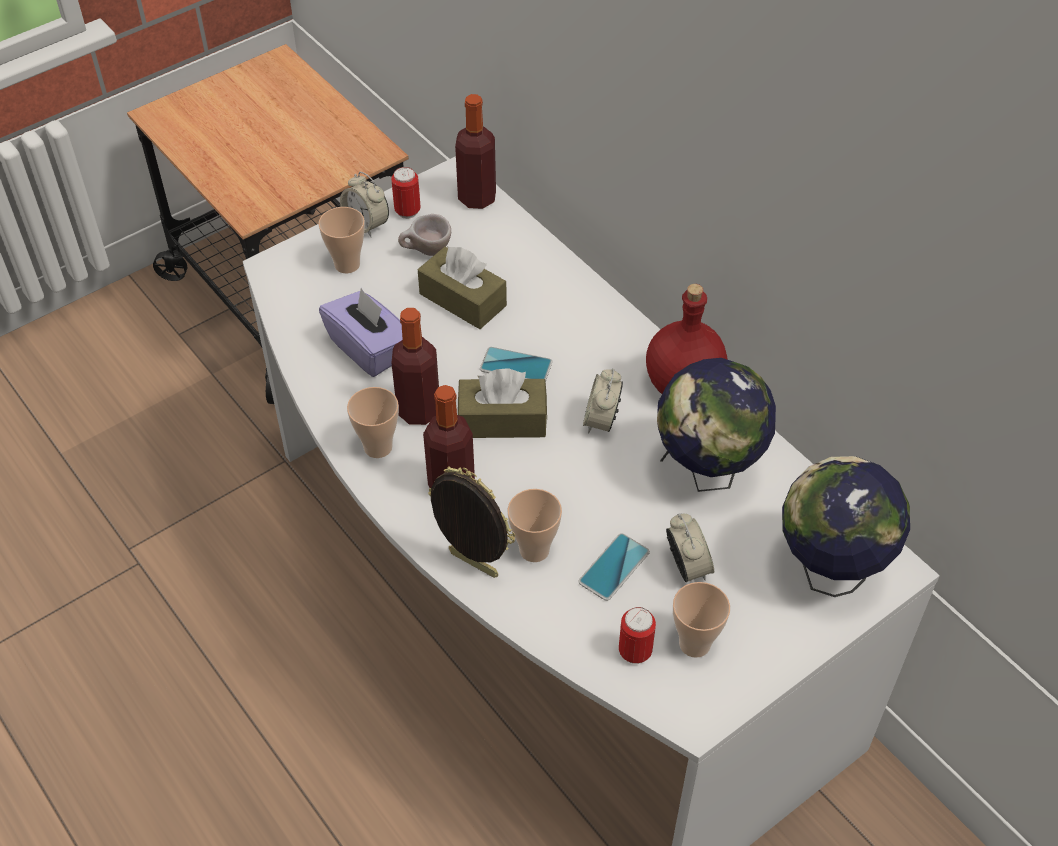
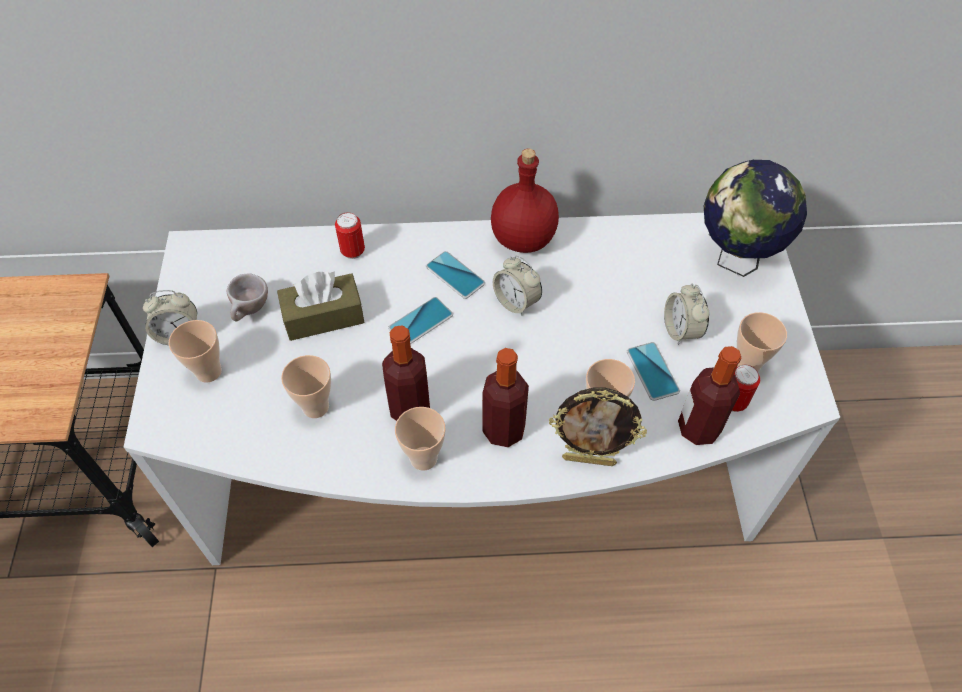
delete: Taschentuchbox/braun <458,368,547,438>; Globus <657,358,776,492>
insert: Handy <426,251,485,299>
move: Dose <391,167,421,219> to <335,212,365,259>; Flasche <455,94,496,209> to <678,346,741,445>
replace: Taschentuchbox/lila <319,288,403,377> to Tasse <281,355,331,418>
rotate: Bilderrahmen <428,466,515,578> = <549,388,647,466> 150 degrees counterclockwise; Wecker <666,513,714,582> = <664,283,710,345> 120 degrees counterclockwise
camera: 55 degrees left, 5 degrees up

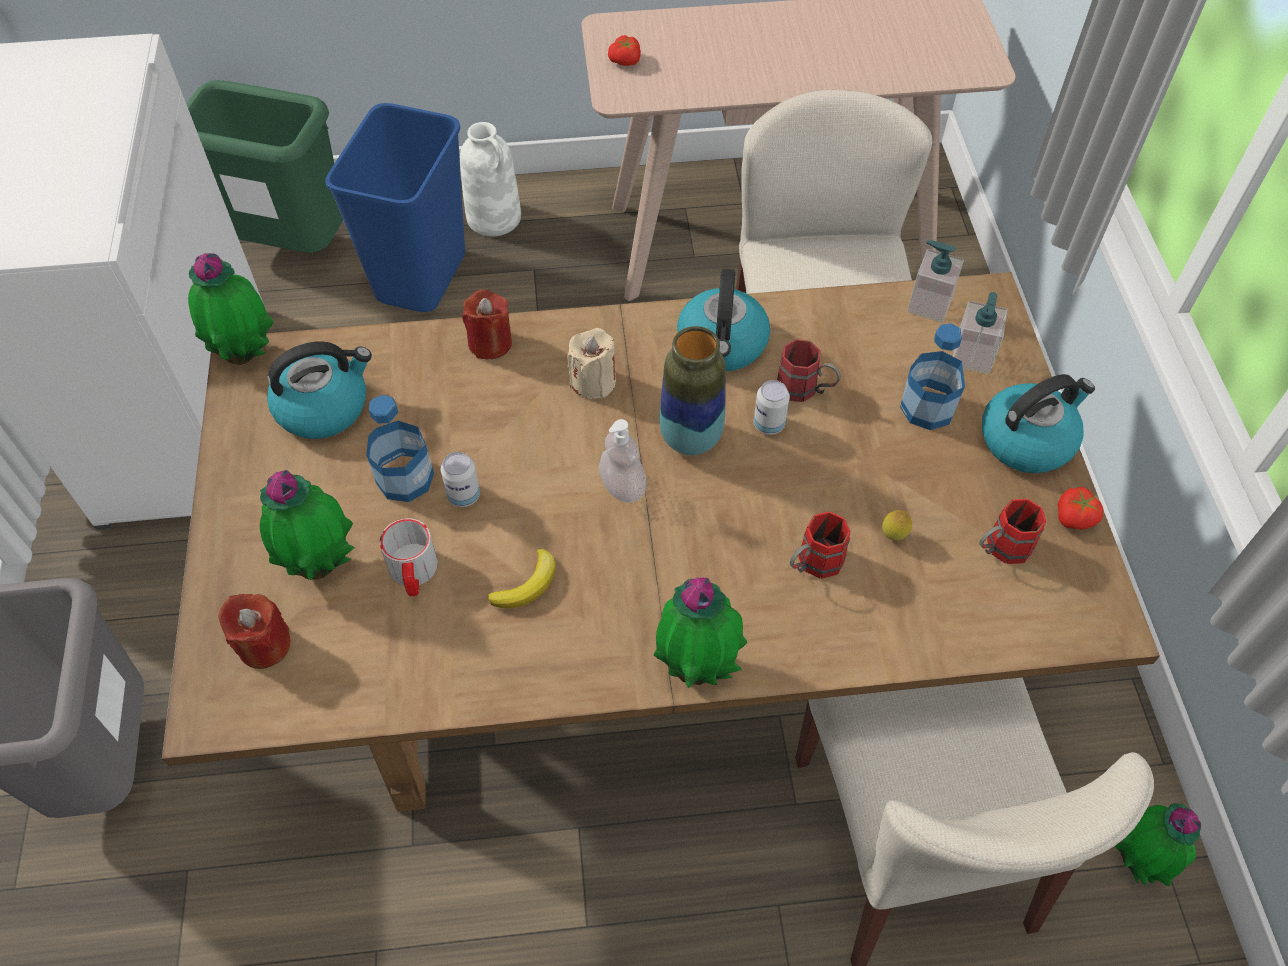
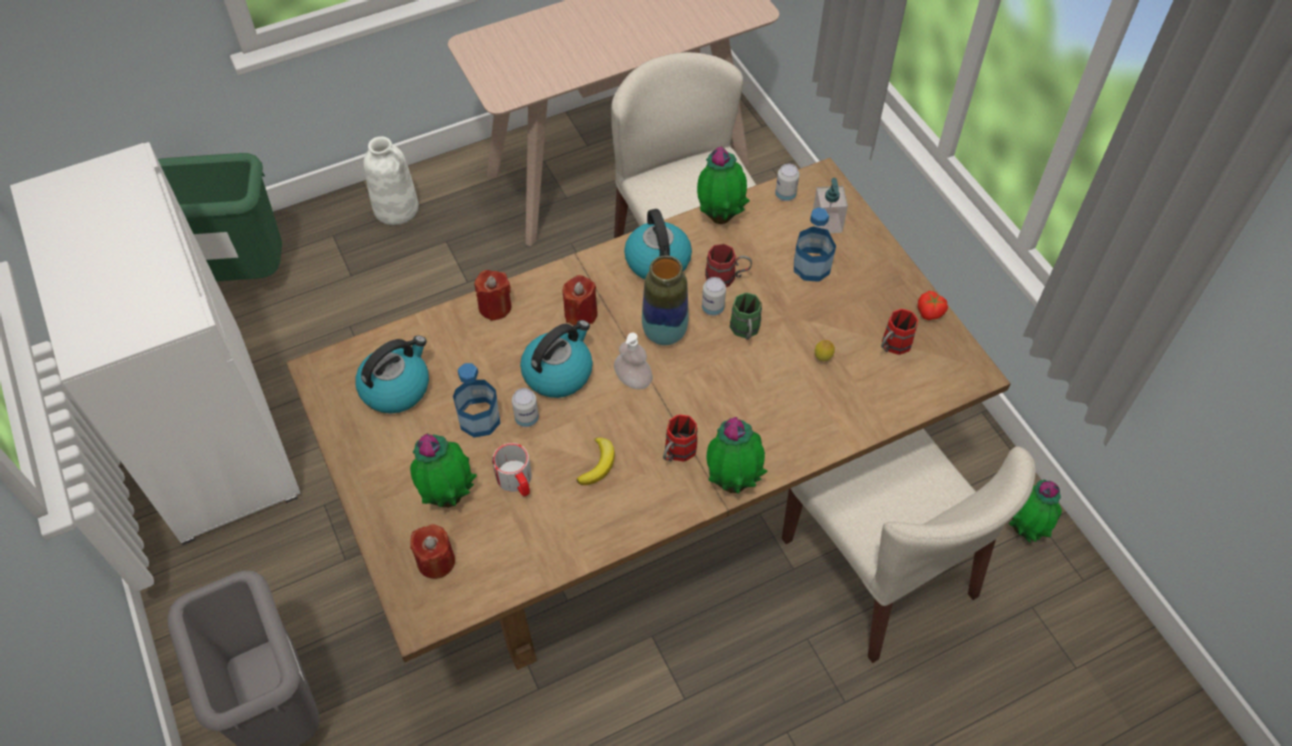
delete: Mülleimer/blau <325,103,465,312>; Tomate <608,35,641,66>
insert: Henkelbecher/grün <730,292,762,340>
move: Topfpflanze <188,253,274,365> to <697,146,750,224>; Henkelbecher/rot <790,512,850,579> to <663,414,698,462>; Wasserkessel <982,374,1095,473> to <520,320,593,398>
replace: Seifenspender <907,240,964,323> to Dose <775,164,799,201>
recolor: Kerze/beige <568,328,616,399> to Kerze/rot <563,275,598,325>
camera: 20 degrees left, 0 degrees up

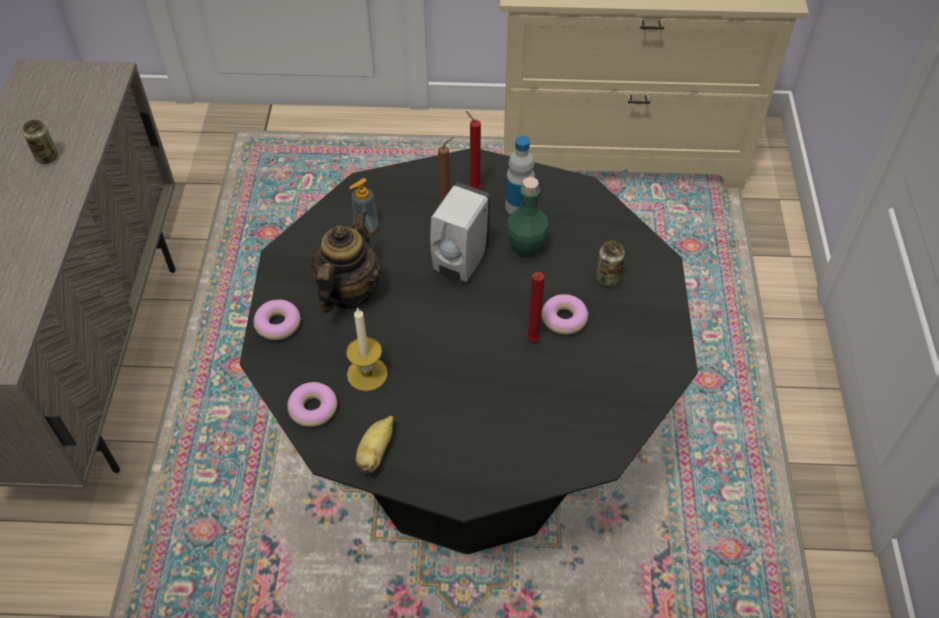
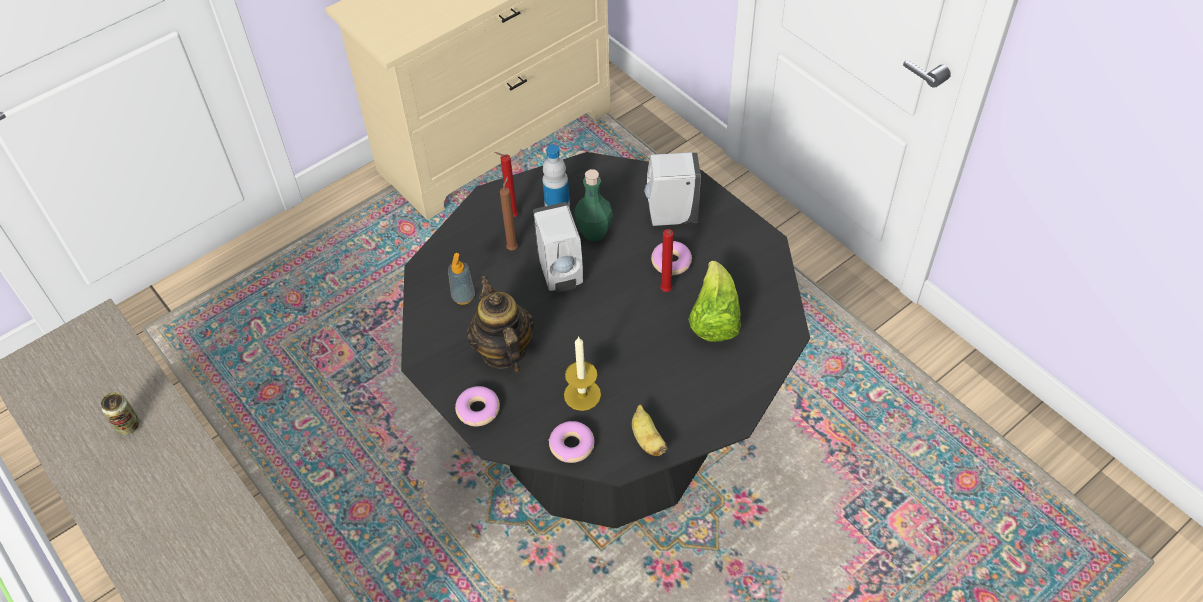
insert: Salatkopf <688,261,741,342>
replace: Dose <596,241,625,286> to Seifenspender/weiß <644,152,701,226>
camera: 40 degrees left, 0 degrees up

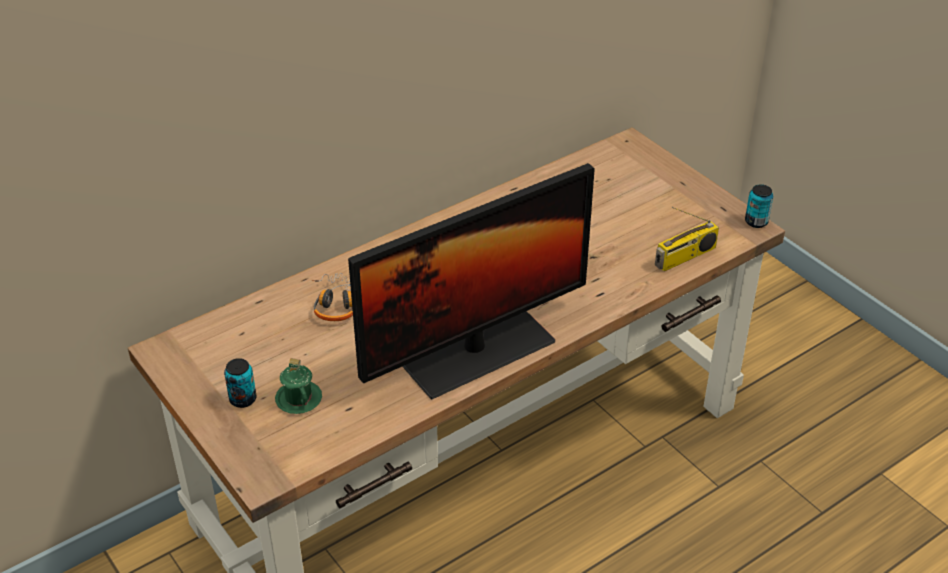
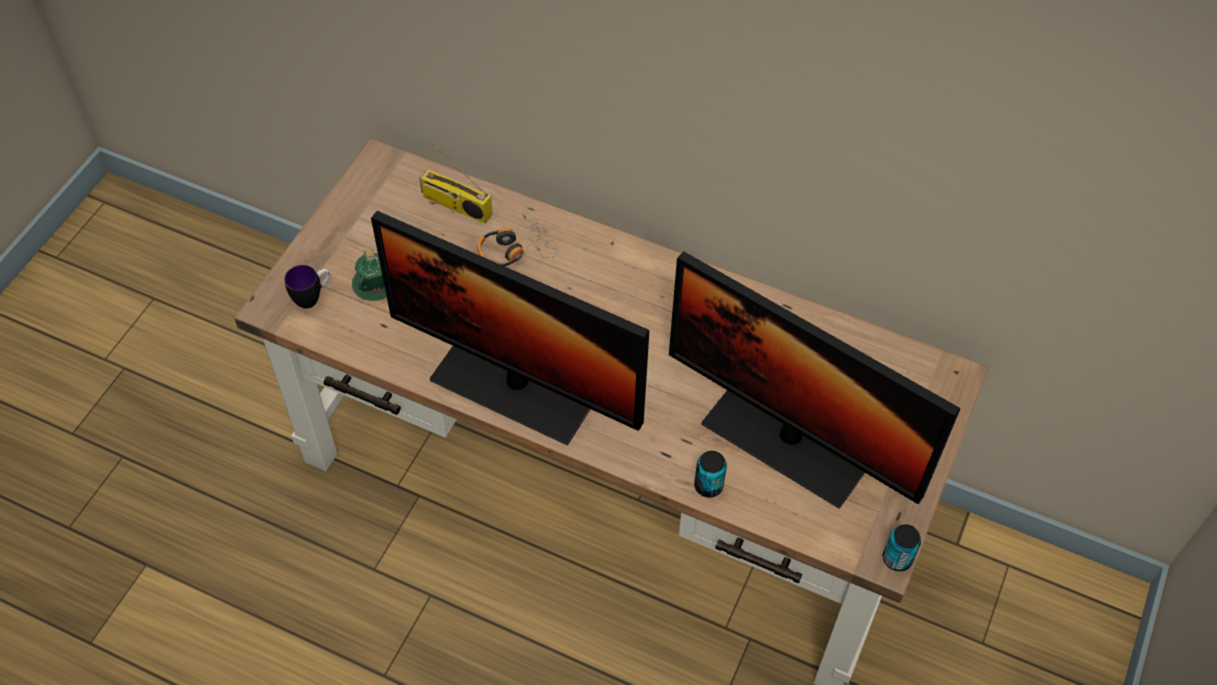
insert: Henkelbecher <284,265,331,309>; Monitor <669,251,960,509>
move: Dose <224,358,257,408> to <694,451,727,497>; Radio <655,207,719,271> to <419,144,493,224>
camera: 60 degrees right, 15 degrees up

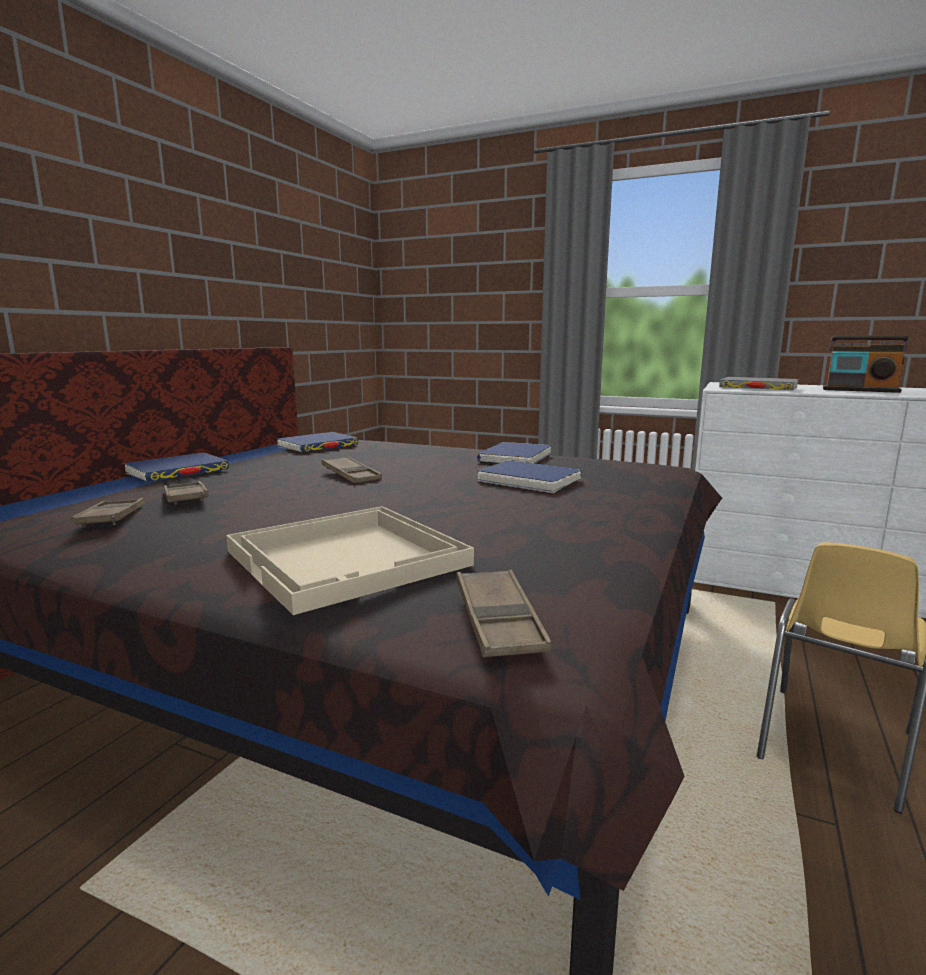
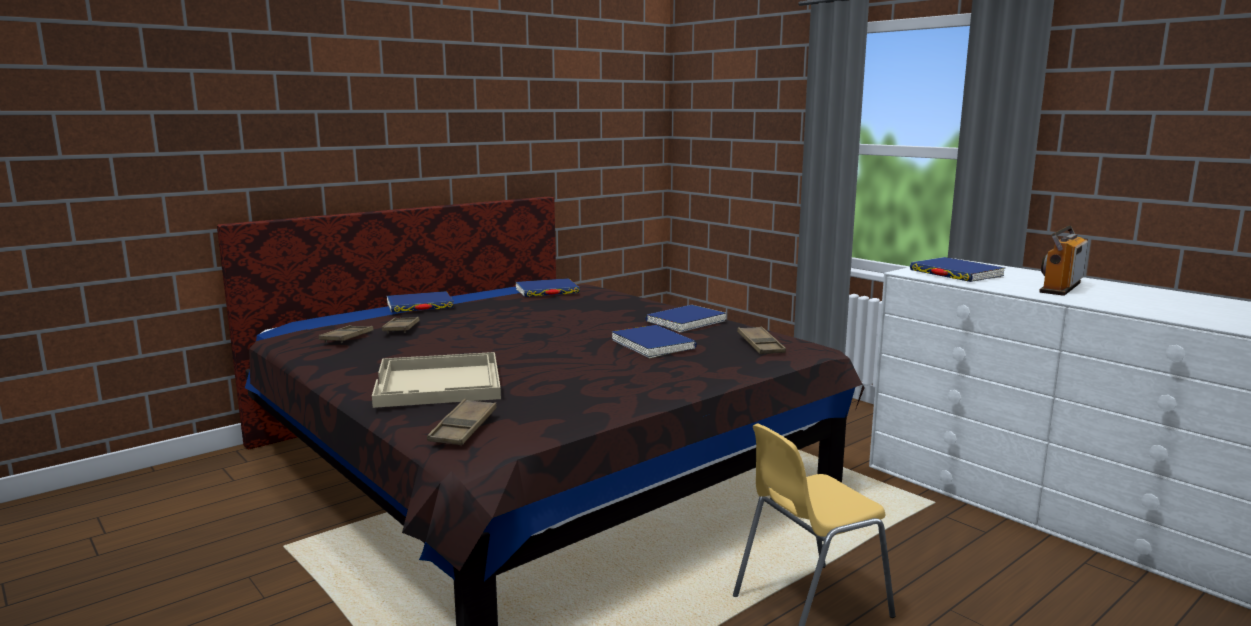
move: Tablett/braun <322,457,382,483> to <737,327,786,354>
recolor: Buch/grau <719,377,799,390> to Buch/blau <910,257,1005,282>
rotate: Radio <823,335,909,393> = <1039,225,1088,296> 75 degrees clockwise
camera: 25 degrees right, 0 degrees up

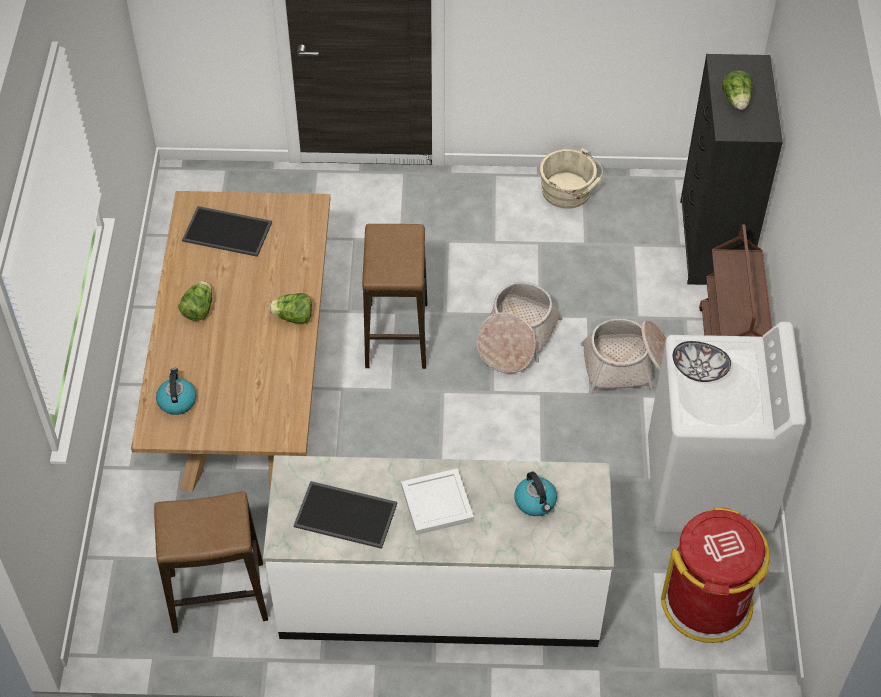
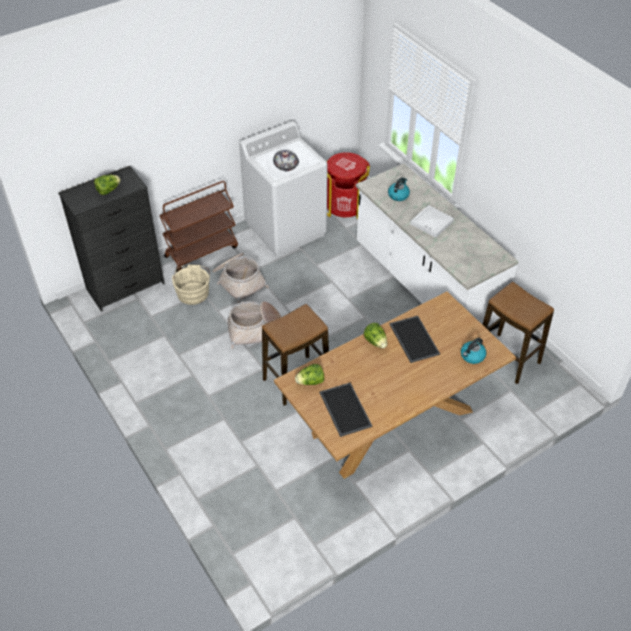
move: Salatkopf <178,281,212,321> to <295,364,324,385>; Tablett <293,481,397,549> to <389,316,440,363>; Eimer/beige <540,148,603,209> to <172,264,210,305>
camera: 125 degrees left, 5 degrees down

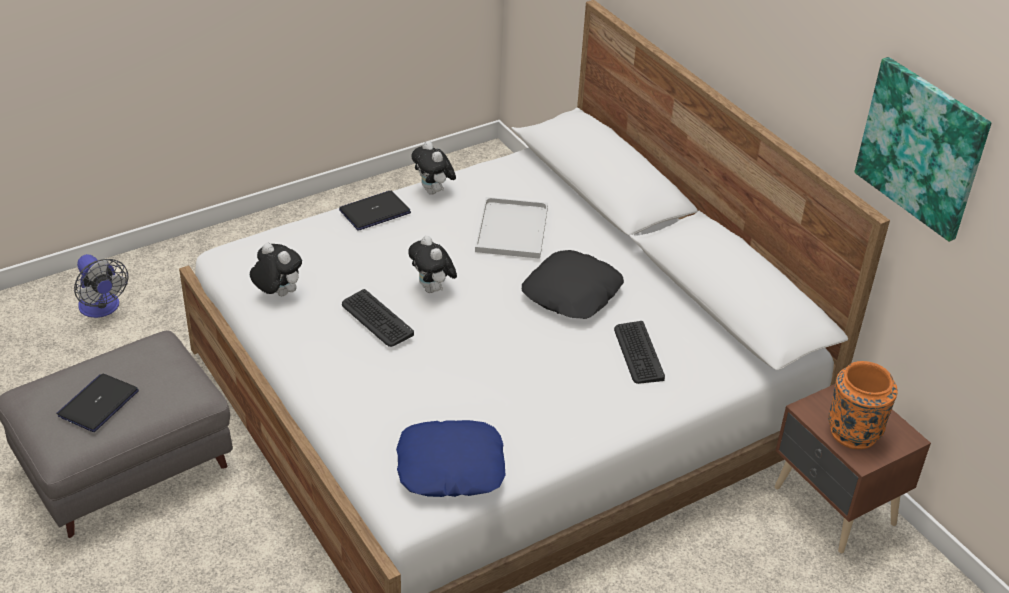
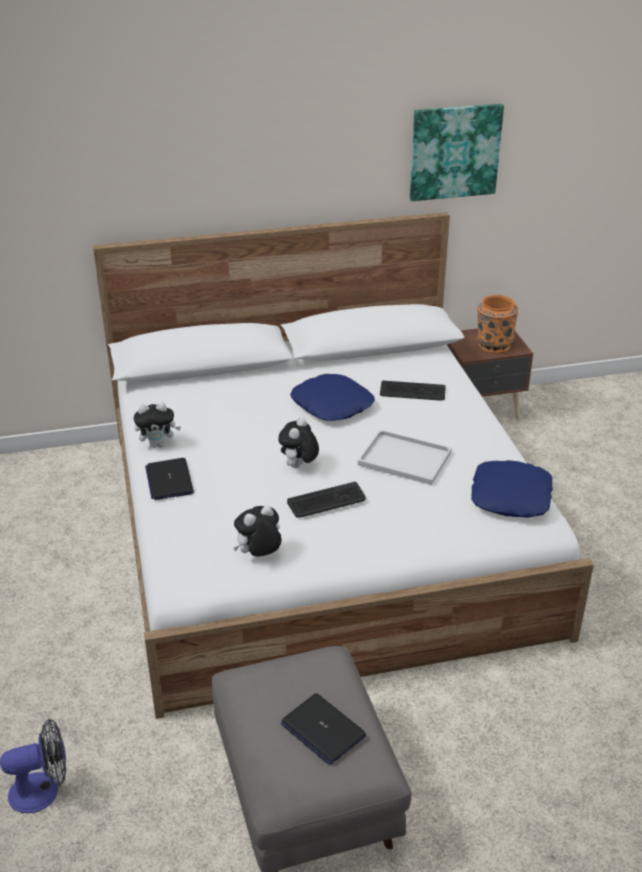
move: Tablett/weiß <475,197,548,259> to <358,430,452,485>
recolor: Kissen/schwarz <522,250,624,319> to Kissen/blau <290,374,375,421>
rotate: Plüschtier <408,236,457,293> = <278,417,319,468> 120 degrees clockwise
camera: 70 degrees left, 5 degrees down

